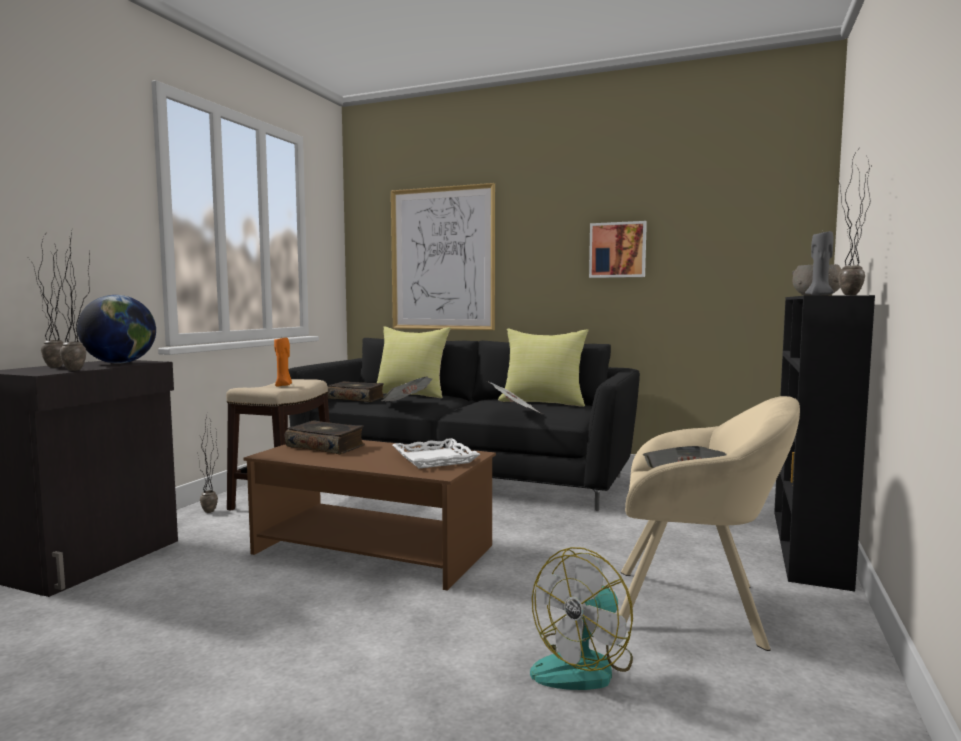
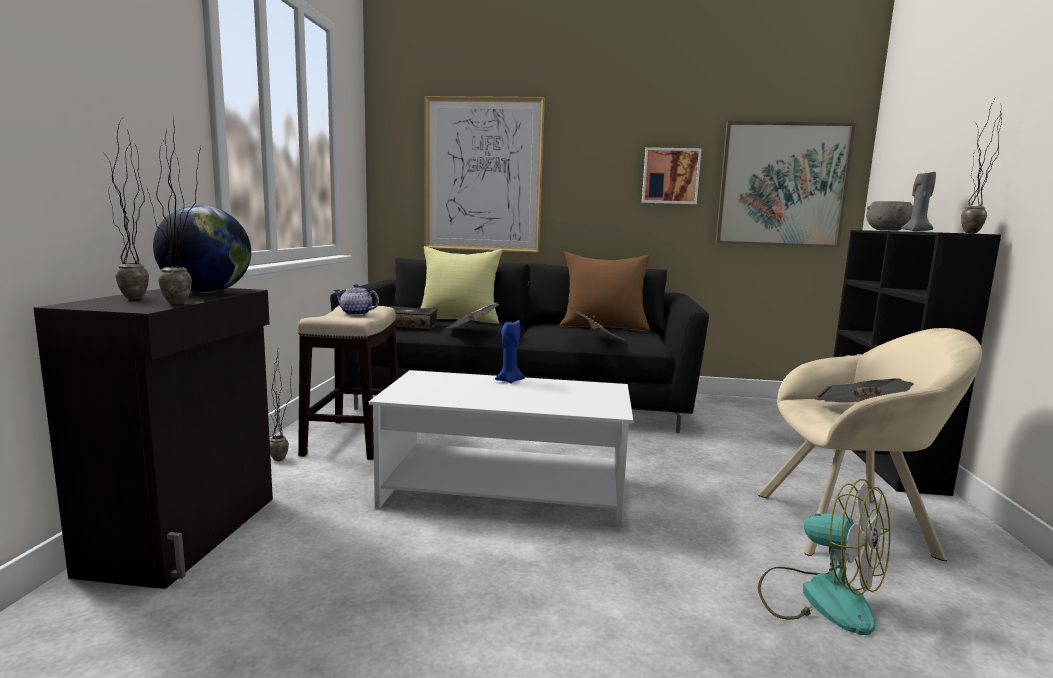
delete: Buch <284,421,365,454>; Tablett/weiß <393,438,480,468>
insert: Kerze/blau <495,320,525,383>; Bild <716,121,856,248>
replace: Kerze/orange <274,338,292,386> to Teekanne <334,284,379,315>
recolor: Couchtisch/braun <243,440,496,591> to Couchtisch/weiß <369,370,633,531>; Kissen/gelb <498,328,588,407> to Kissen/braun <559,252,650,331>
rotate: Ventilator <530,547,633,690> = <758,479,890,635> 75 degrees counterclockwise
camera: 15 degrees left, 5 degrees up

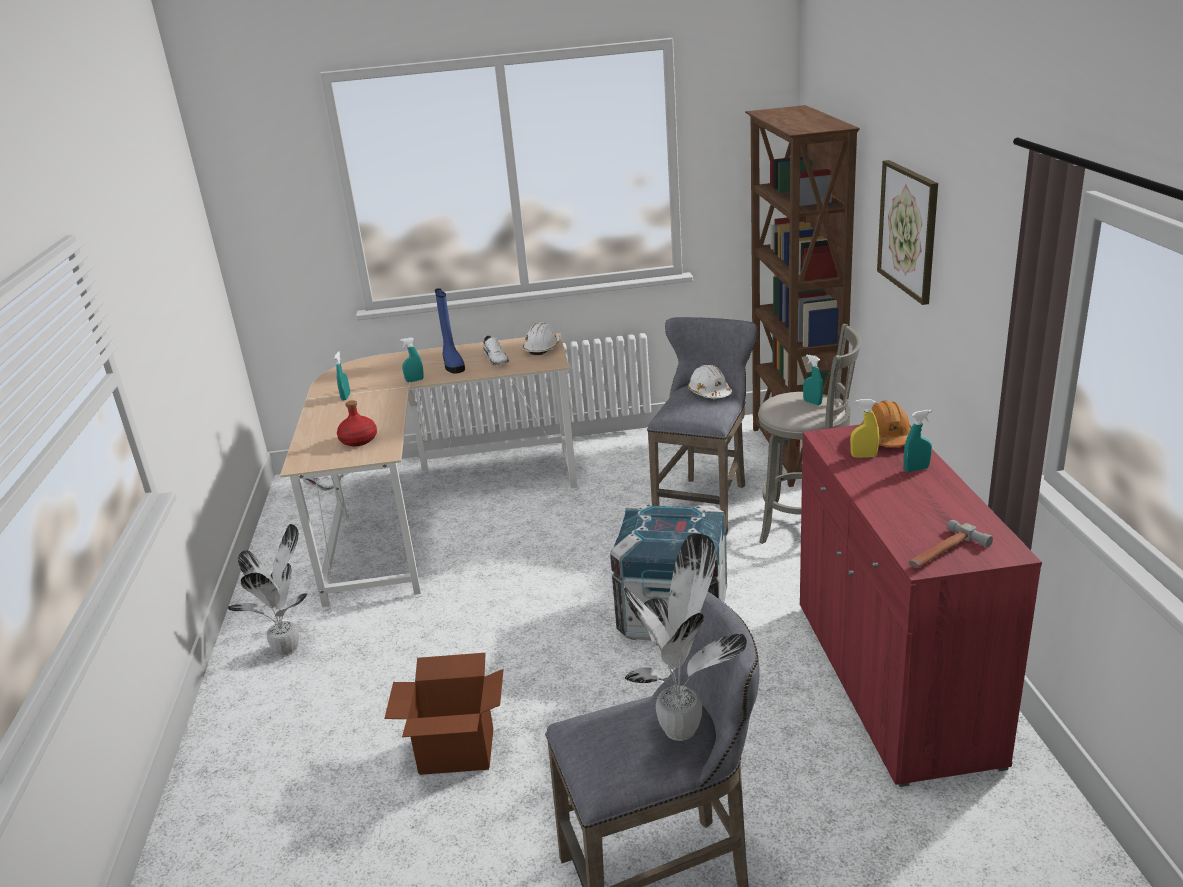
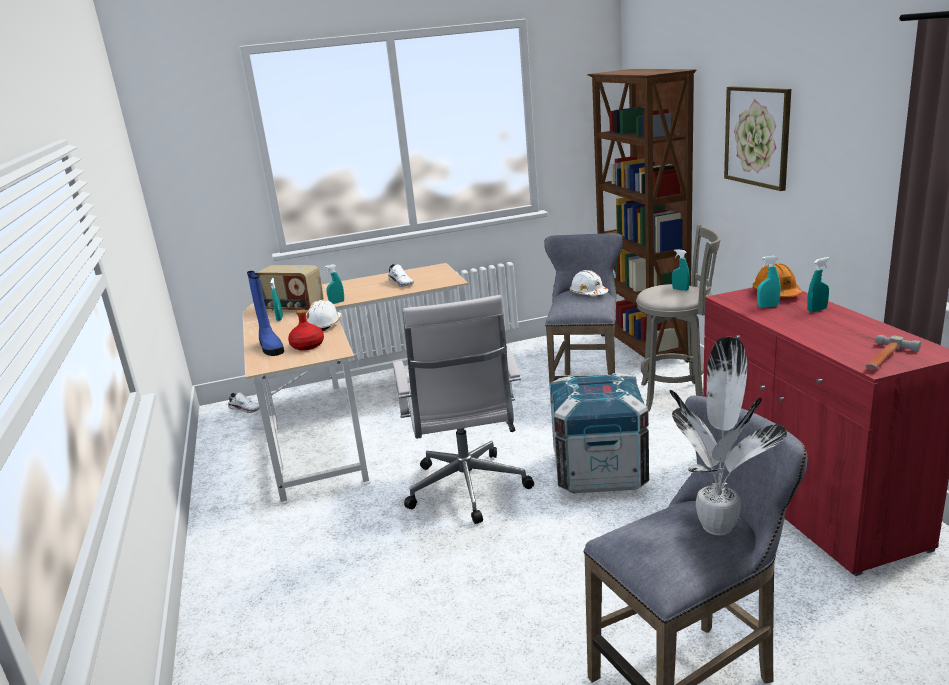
delete: Topfpflanze <228,524,308,657>; Karton <384,653,504,775>
insert: Radio <257,265,323,311>; Bürostuhl/weiß <393,295,534,524>
move: Stiefel/blau <435,288,465,373> to <247,271,284,356>; Schutzhelm/weiß <523,323,560,355> to <306,300,342,331>
recolor: Sprühflasche/gelb <850,399,879,458> to Sprühflasche/türkis <757,256,781,308>
camera: 10 degrees left, 5 degrees down

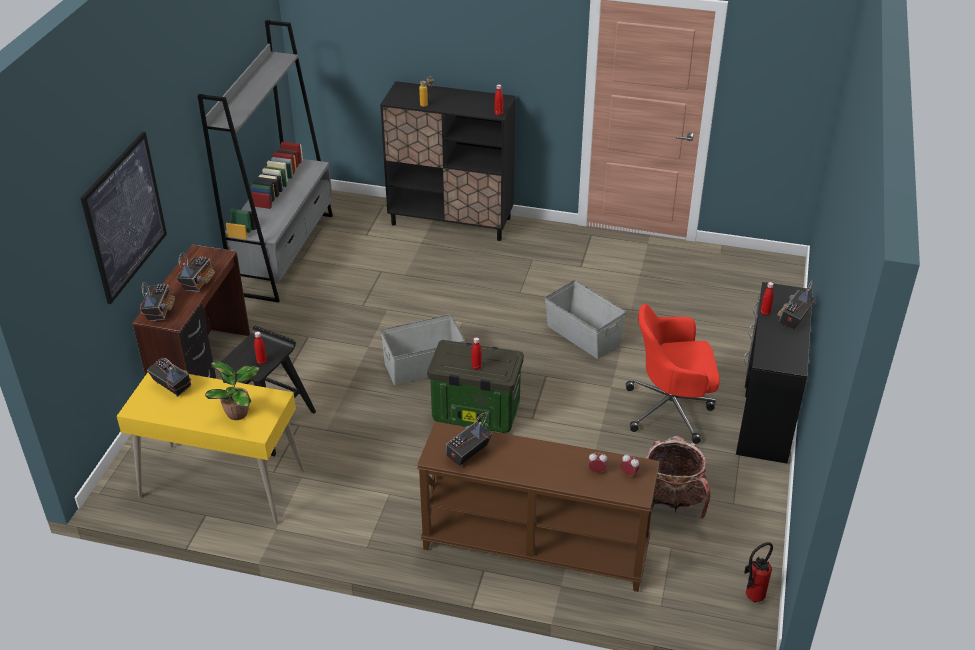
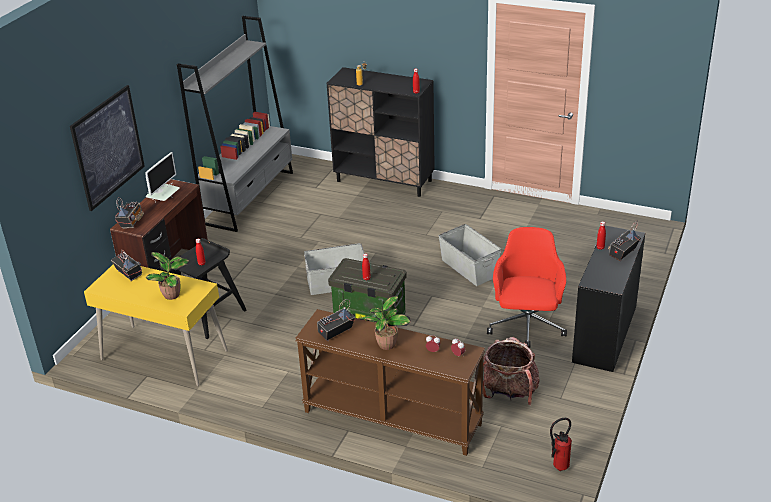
insert: Topfpflanze <359,296,411,350>
replace: Radio <176,253,215,292> to Monitor <145,152,180,203>
rotate: Bürostuhl/rot <626,304,720,444> = <487,227,567,348> 90 degrees clockwise
camera: 10 degrees right, 5 degrees down

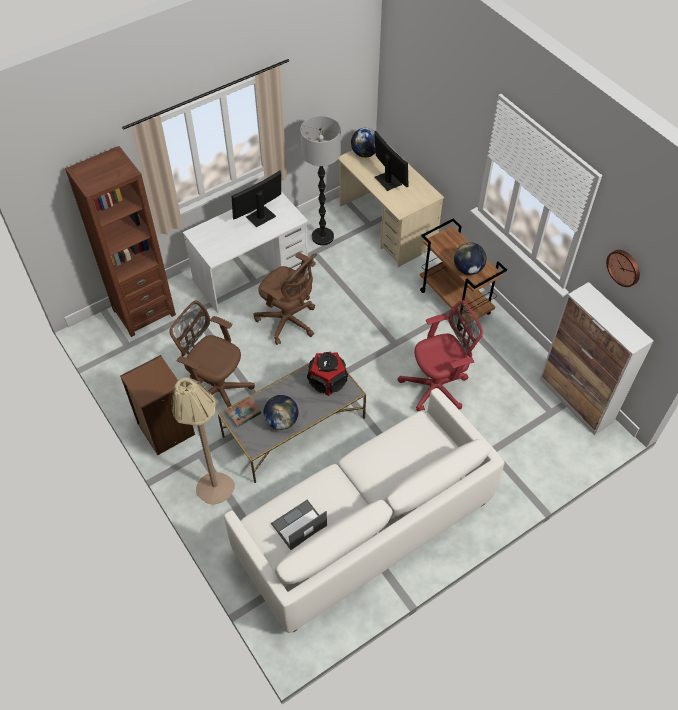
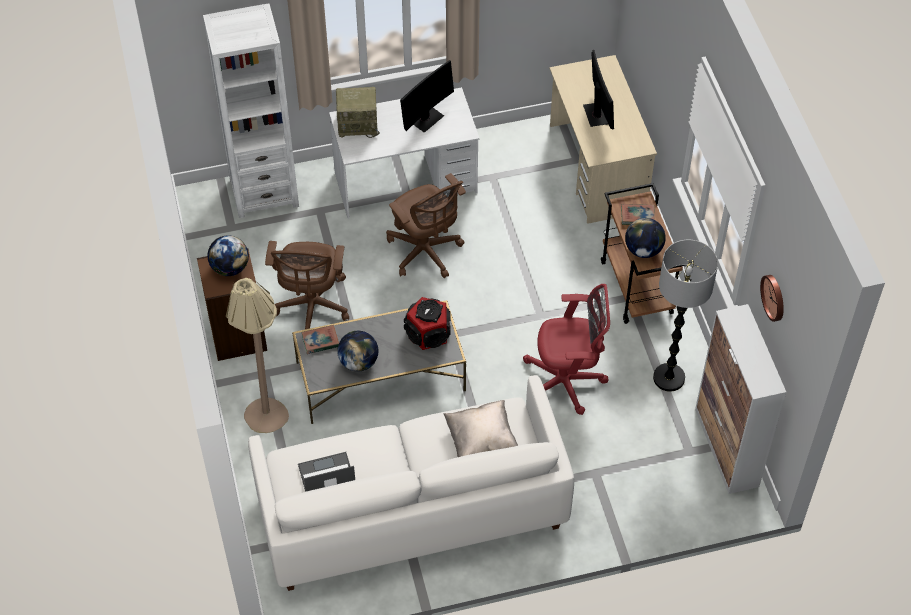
insert: Radio <336,87,380,138>; Kissen/beige <443,400,518,457>; Buch <621,204,655,225>
move: Stehlampe <300,116,341,246> to <653,240,718,392>; Globus <351,128,376,158> to <207,235,249,276>
recolor: Bücherregal/braun <65,146,176,337> to Bücherregal/weiß <203,4,299,218>
rotate: Bürostuhl/braun <169,300,255,407> = <265,241,349,329> 135 degrees counterclockwise; Monitor <232,170,281,227> = <400,60,454,133> 150 degrees clockwise
camera: 20 degrees right, 0 degrees up

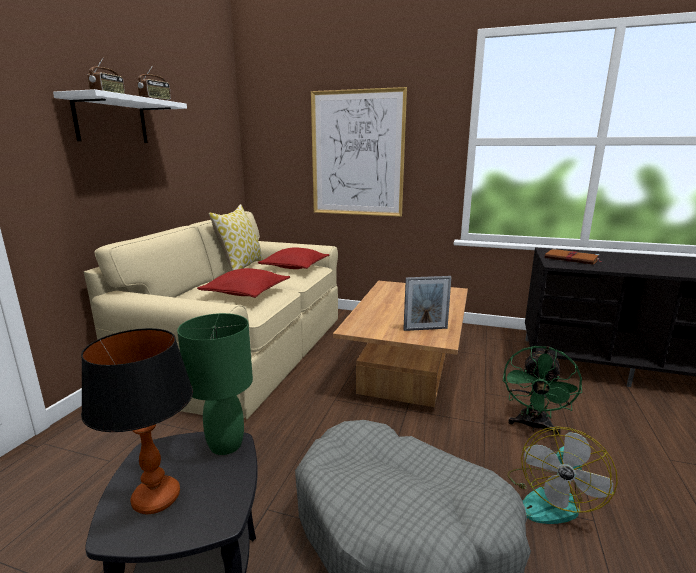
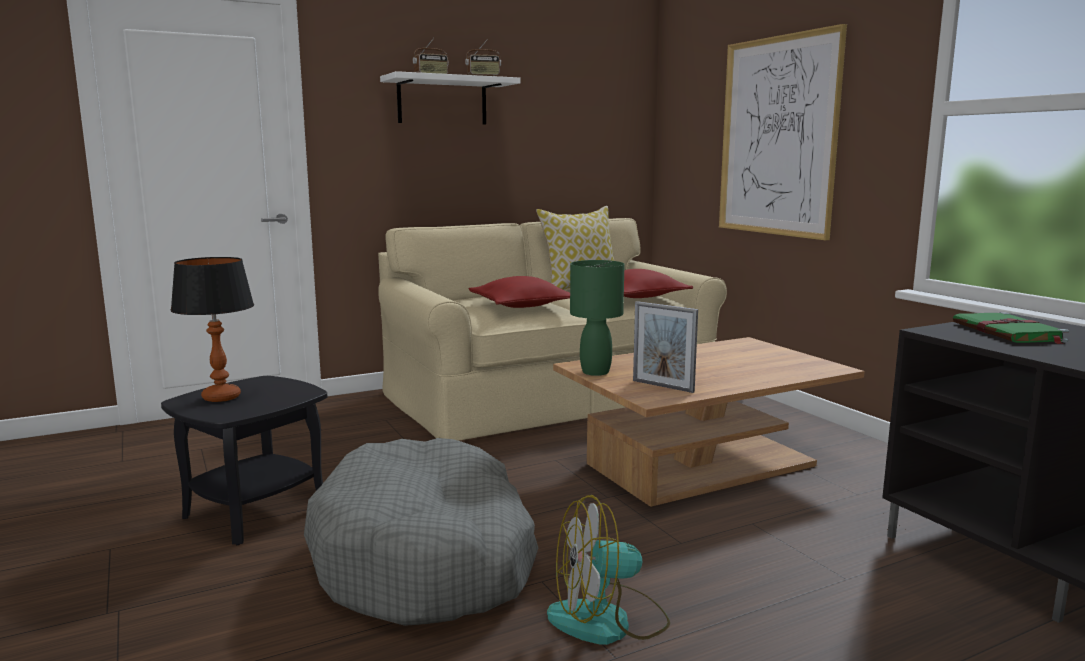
delete: Ventilator/grün <503,346,582,435>
move: Tischlampe/grün <177,313,253,455> to <570,260,625,376>
recolor: Buch/braun <545,248,601,265> to Buch/grün <953,312,1069,344>
camera: 45 degrees right, 5 degrees down

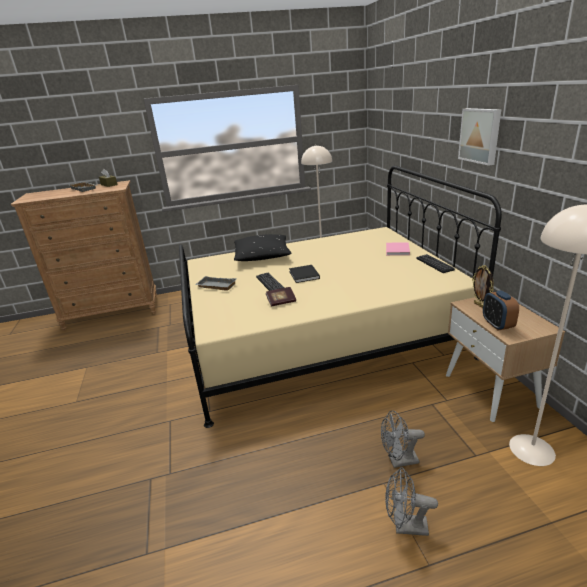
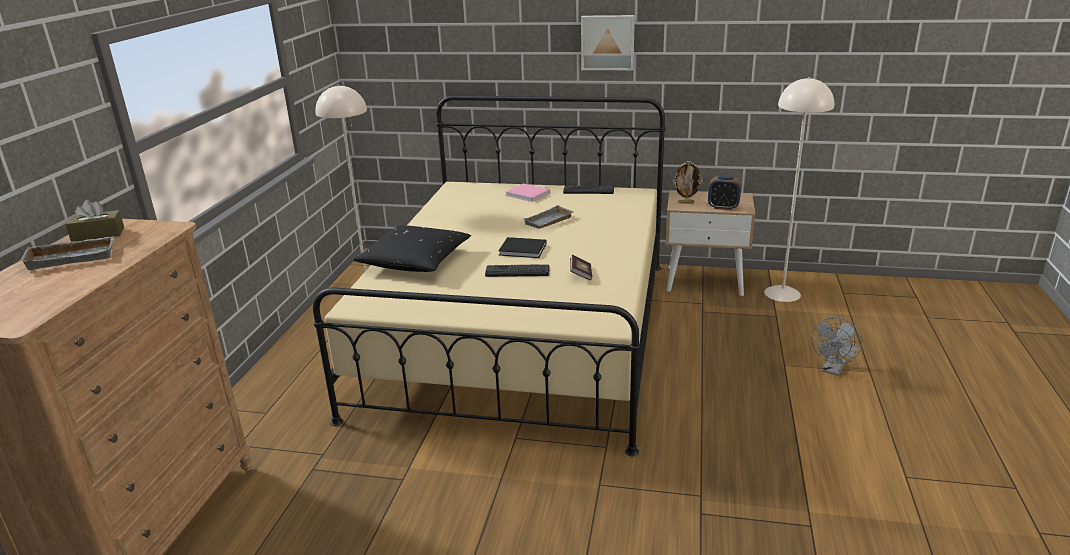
delete: Ventilator/grau <381,410,425,468>
move: Tablett/grau <195,276,237,291> to <524,205,574,229>
camera: 65 degrees left, 0 degrees up

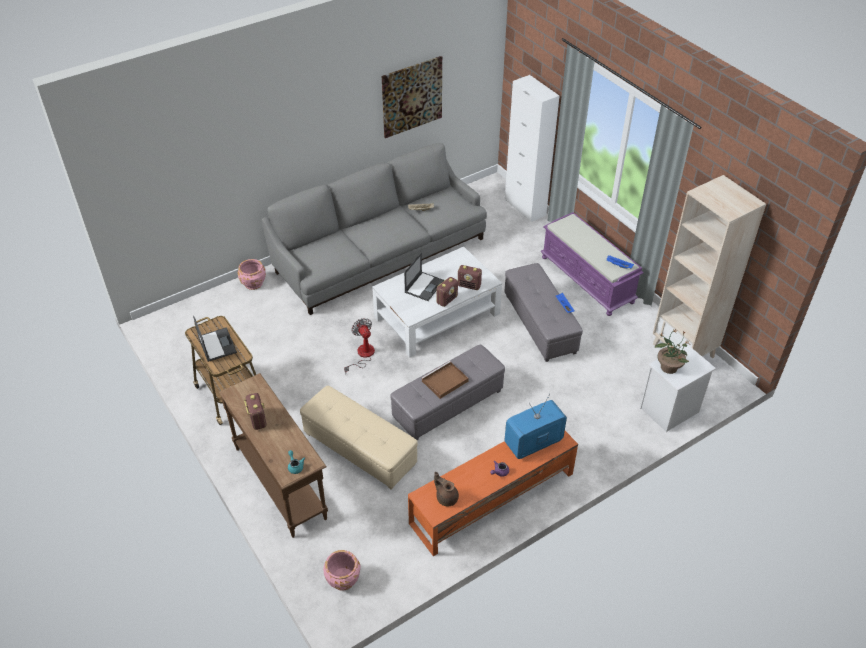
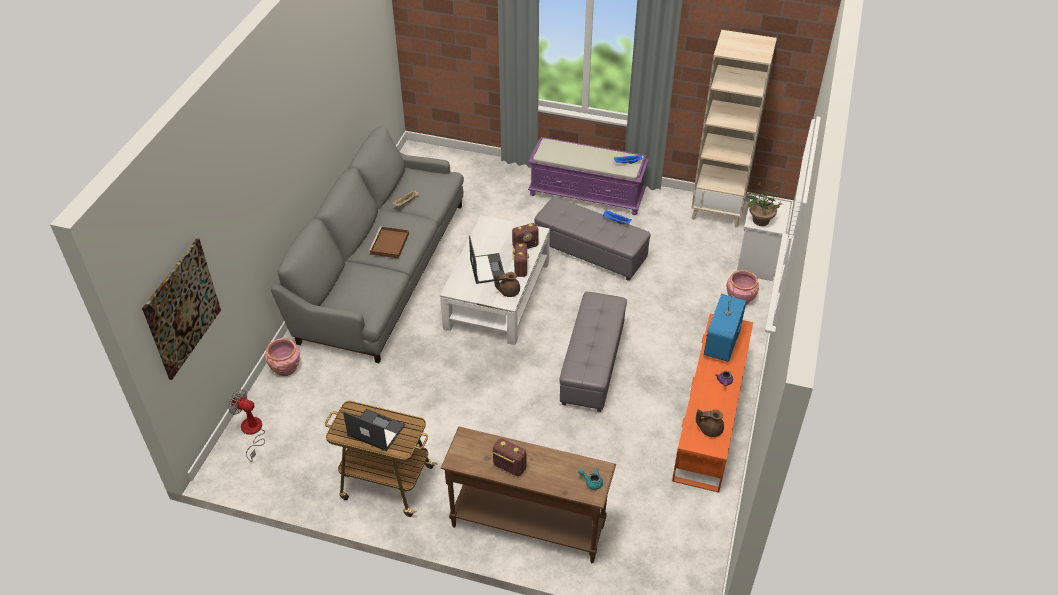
delete: Polsterhocker/beige <300,386,418,490>; Schrank/weiß <505,75,559,222>
insert: Teekanne/braun <494,272,520,297>
move: Pflanzkübel/rosa <323,550,361,591> to <726,270,759,305>; Ventilator <344,318,375,374> to <228,389,265,462>; Bild <382,56,442,138> to <142,238,221,380>; Tablett/braun <422,361,469,399> to <369,227,409,258>
camera: 40 degrees left, 0 degrees up

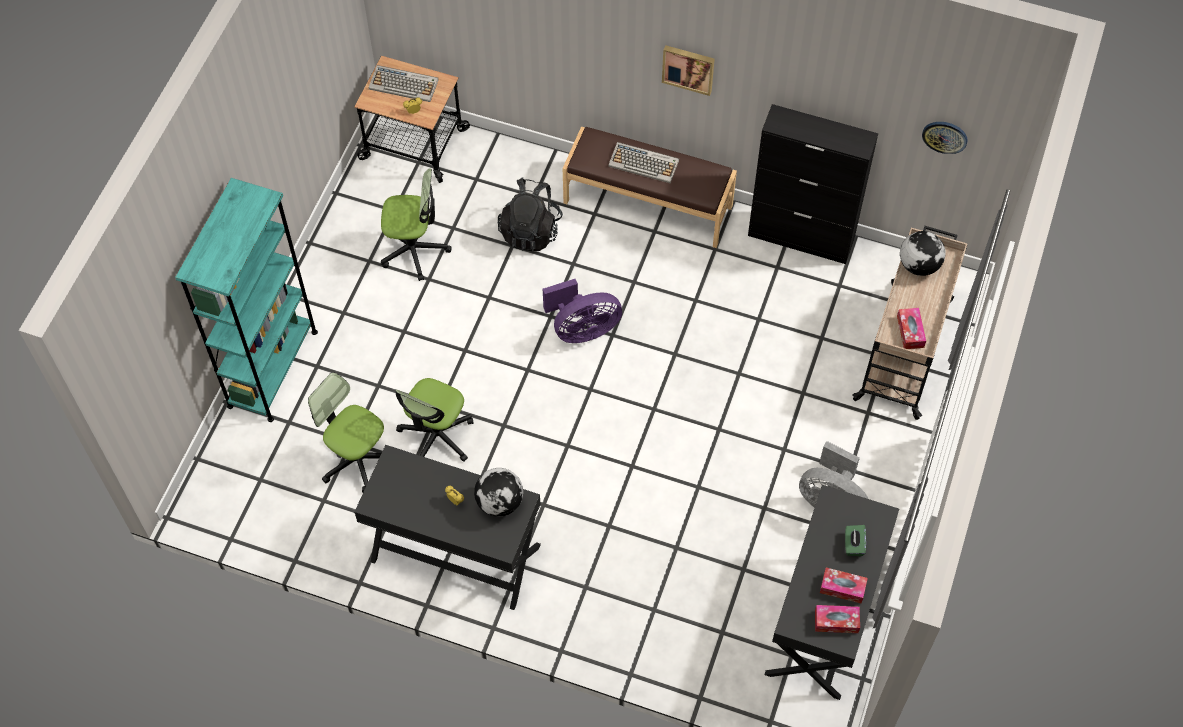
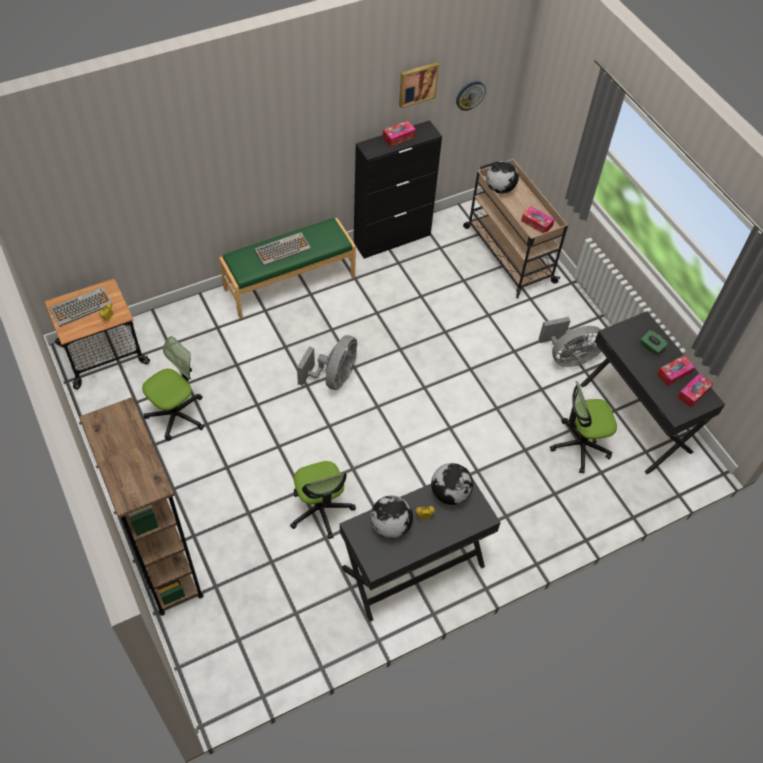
delete: Rucksack/schwarz <498,178,563,251>
insert: Globus <370,496,413,539>; Taschentuchbox <383,120,416,147>
move: Bürostuhl <308,372,384,492> to <550,381,617,473>; Bild <662,45,715,96> to <399,62,439,108>
recolor: Bücherregal/türkis <175,178,318,422> to Bücherregal/braun <80,397,203,616>; Ventilator/lila <543,279,622,343> to Ventilator/grau <297,335,357,390>; Bank/braun <563,126,737,248> to Bank/grün <219,218,356,318>
camera: 50 degrees left, 5 degrees down

